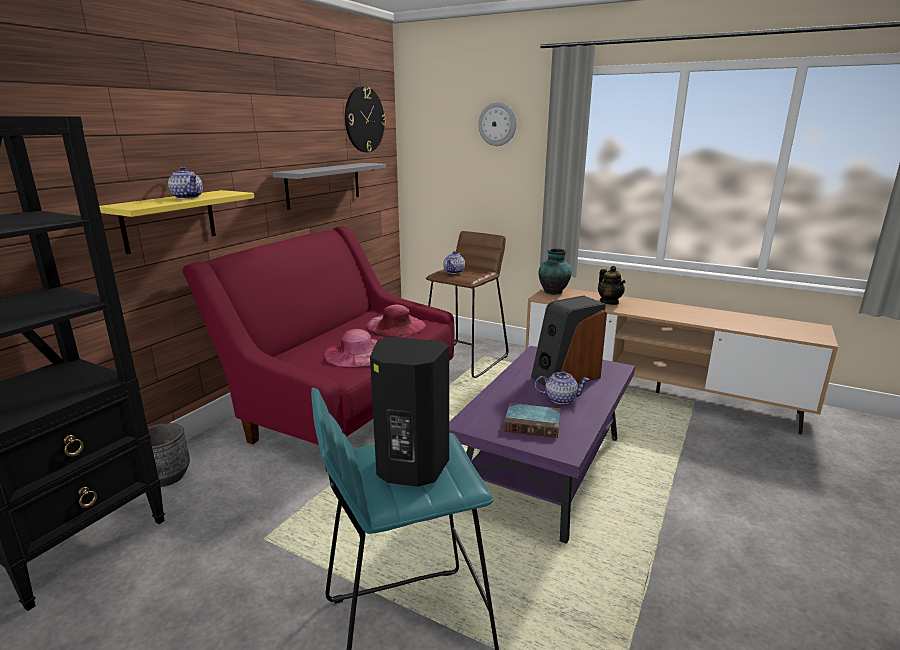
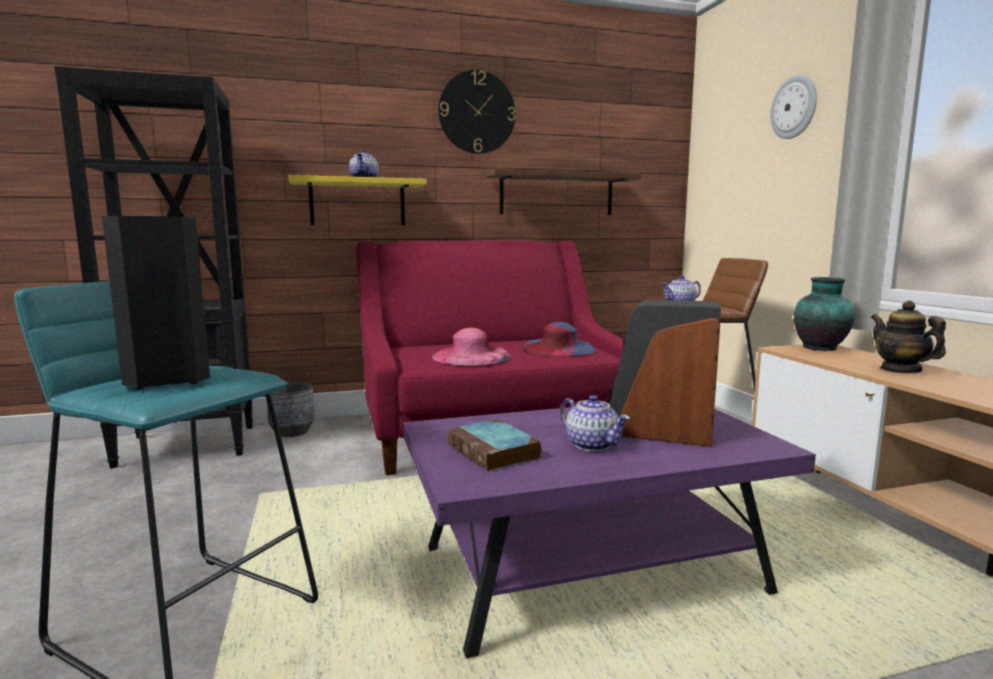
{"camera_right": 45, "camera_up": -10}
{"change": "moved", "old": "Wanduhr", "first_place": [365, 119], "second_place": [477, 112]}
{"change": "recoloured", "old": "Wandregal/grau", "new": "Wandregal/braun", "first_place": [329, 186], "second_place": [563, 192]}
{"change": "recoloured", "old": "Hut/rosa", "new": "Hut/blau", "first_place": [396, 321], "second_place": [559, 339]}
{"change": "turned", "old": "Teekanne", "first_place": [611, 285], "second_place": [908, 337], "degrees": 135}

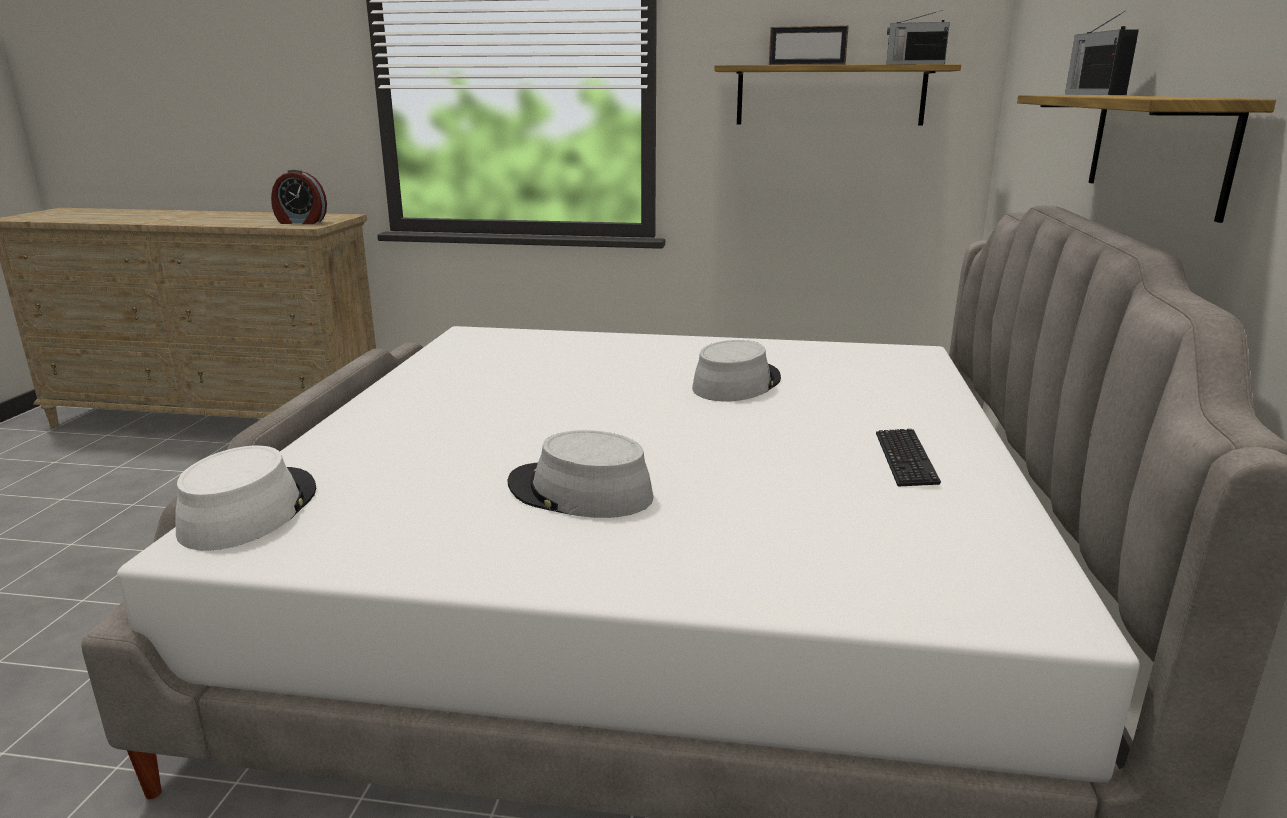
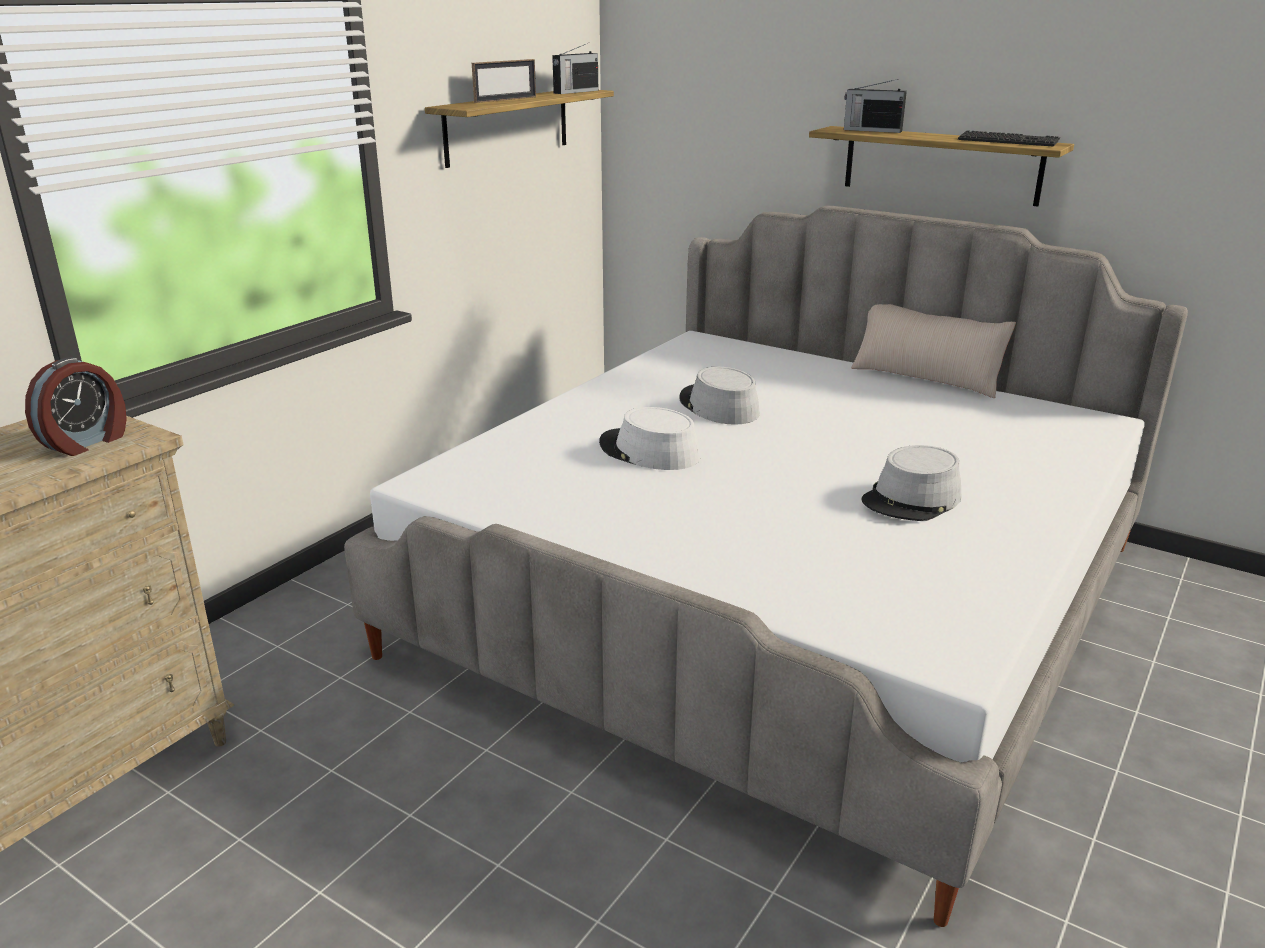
{"camera_right": -65, "camera_up": 5}
{"change": "added", "new": "Kissen/beige", "second_place": [933, 351]}
{"change": "moved", "old": "Hut/weiß", "first_place": [245, 498], "second_place": [649, 438]}
{"change": "moved", "old": "Tastatur", "first_place": [908, 458], "second_place": [1009, 138]}

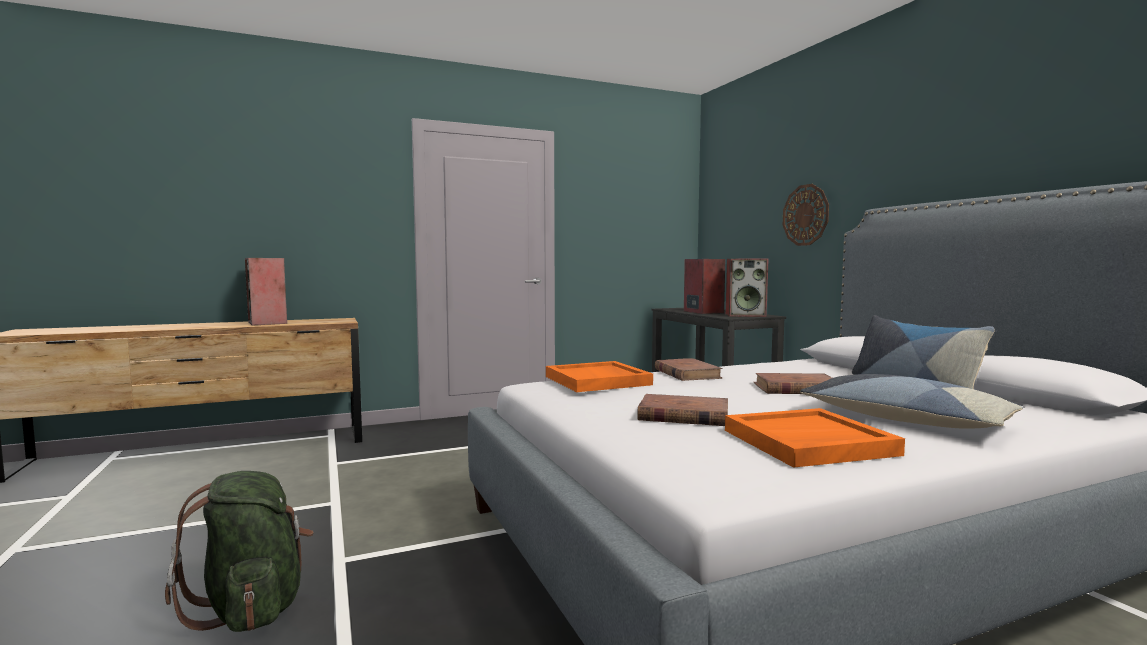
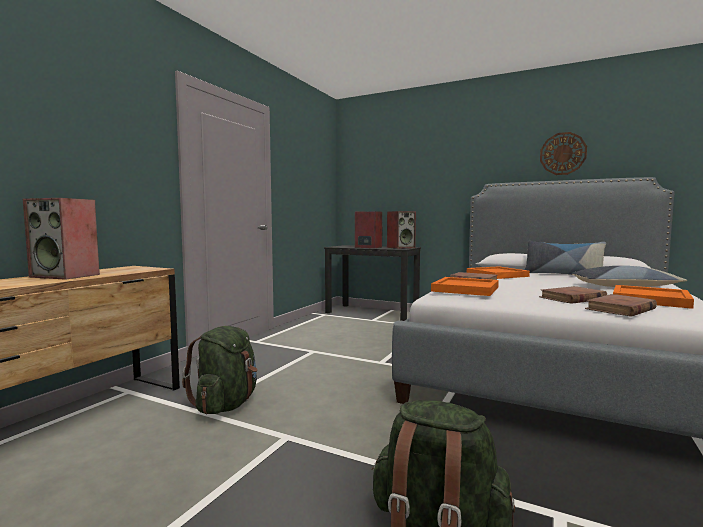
{"camera_right": -40, "camera_up": 0}
{"change": "added", "new": "Rucksack/grün", "second_place": [220, 370]}
{"change": "added", "new": "Tablett/orange", "second_place": [498, 272]}
{"change": "moved", "old": "Buch/braun", "first_place": [793, 383], "second_place": [621, 305]}
{"change": "moved", "old": "Wanduhr", "first_place": [806, 215], "second_place": [563, 153]}

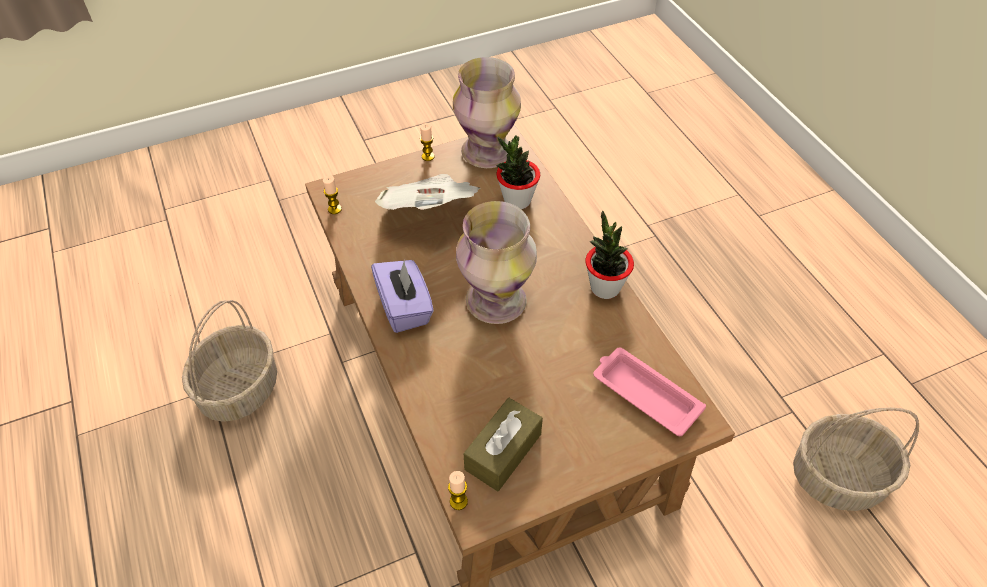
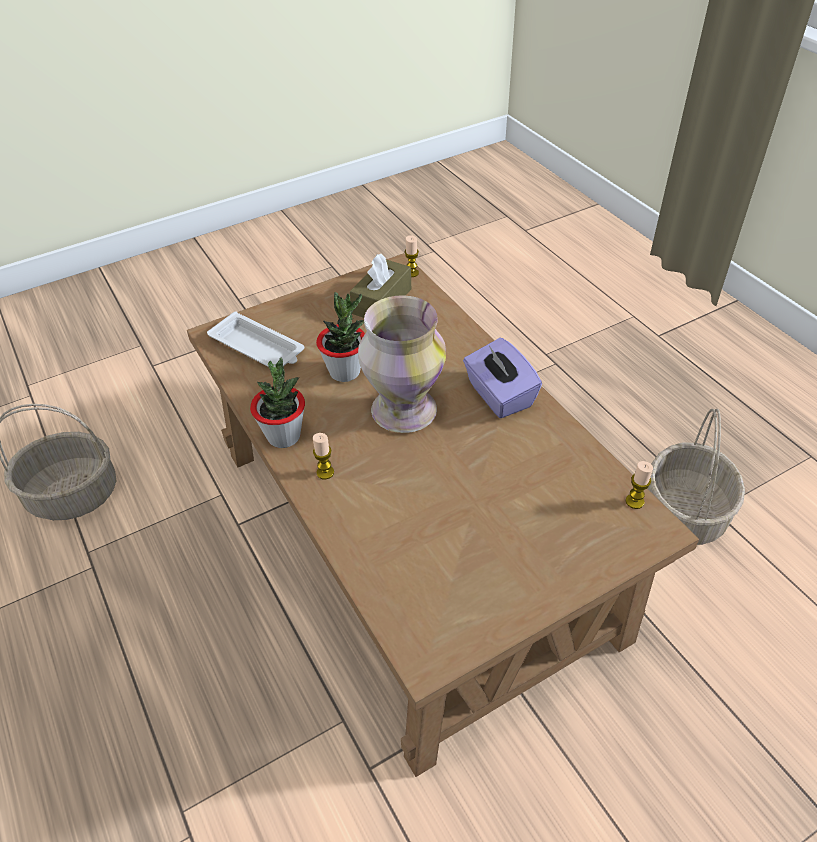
{"camera_right": 175, "camera_up": -5}
{"change": "removed", "old": "Zeitung", "first_place": [428, 192]}
{"change": "removed", "old": "Vase", "first_place": [487, 112]}
{"change": "moved", "old": "Kerze", "first_place": [427, 142], "second_place": [323, 456]}
{"change": "moved", "old": "Topfpflanze", "first_place": [518, 172], "second_place": [340, 337]}
{"change": "recoloured", "old": "Tablett/rosa", "new": "Tablett/weiß", "first_place": [649, 391], "second_place": [255, 339]}

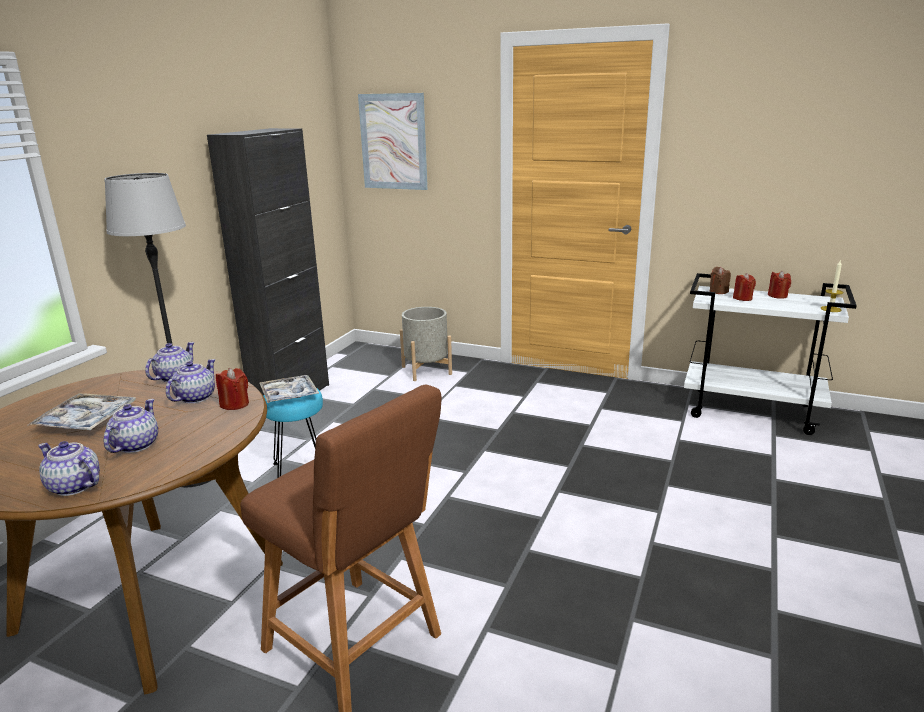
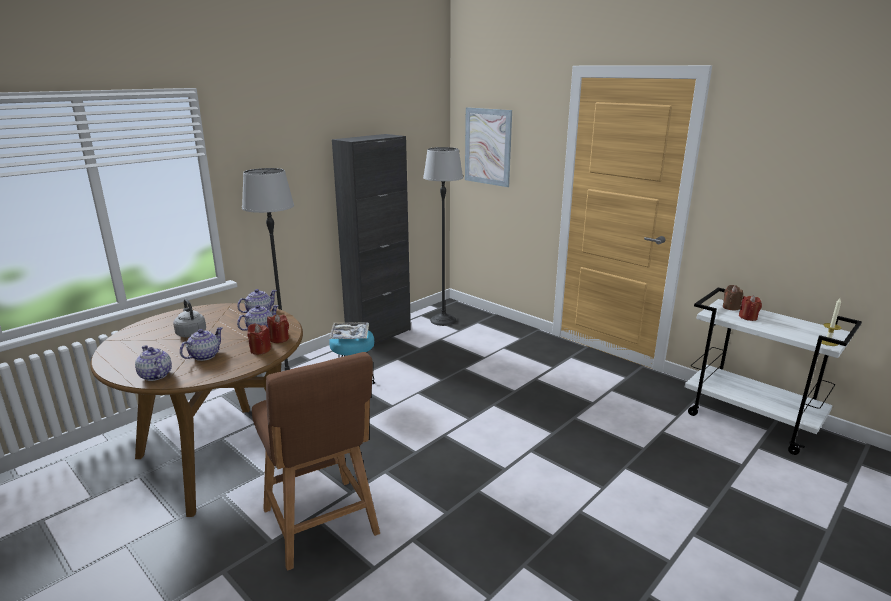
{"camera_right": 20, "camera_up": 0}
{"change": "removed", "old": "Pflanzkübel/grau", "first_place": [426, 344]}
{"change": "added", "new": "Stehlampe", "second_place": [443, 236]}
{"change": "moved", "old": "Kerze/rot", "first_place": [779, 285], "second_place": [259, 339]}
{"change": "replaced", "old": "Tablett", "new": "Wasserkessel/grau", "first_place": [81, 411], "second_place": [189, 318]}

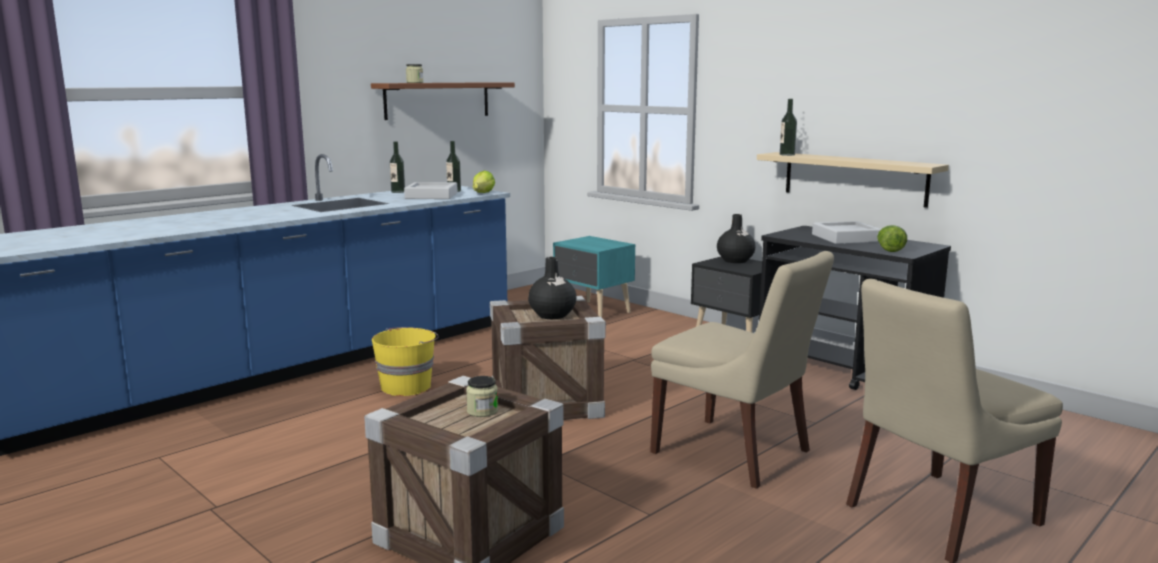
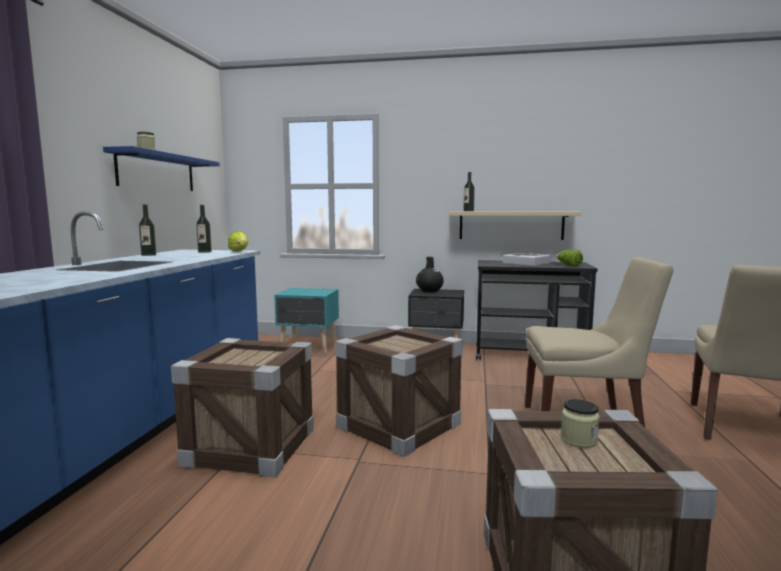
{"camera_right": -35, "camera_up": -5}
{"change": "removed", "old": "Tablett/grau", "first_place": [431, 190]}
{"change": "removed", "old": "Vase/schwarz", "first_place": [552, 288]}
{"change": "replaced", "old": "Eimer/gelb", "new": "Kiste", "first_place": [405, 361], "second_place": [242, 407]}
{"change": "recoloured", "old": "Wandregal/braun", "new": "Wandregal/blau", "first_place": [443, 101], "second_place": [161, 168]}

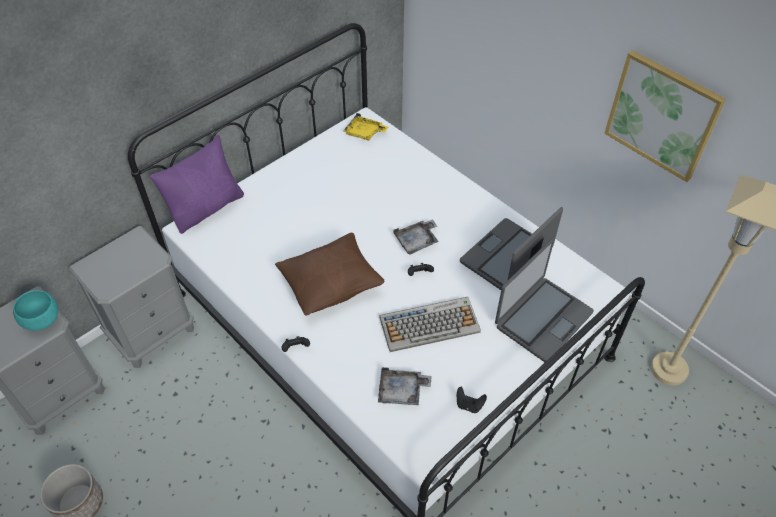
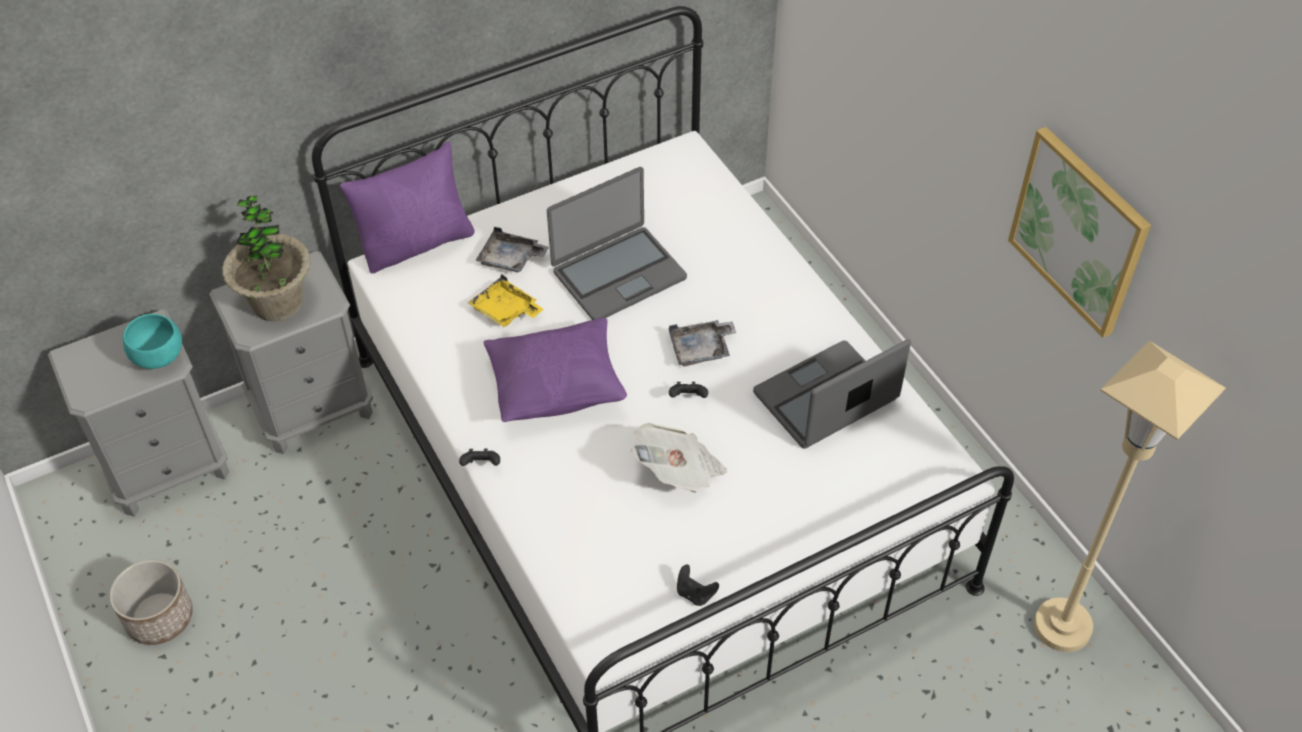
{"camera_right": 15, "camera_up": 0}
{"change": "added", "new": "Topfpflanze", "second_place": [266, 258]}
{"change": "moved", "old": "Tablett/gelb", "first_place": [365, 127], "second_place": [505, 300]}
{"change": "moved", "old": "Tablett/grau", "first_place": [405, 386], "second_place": [512, 250]}
{"change": "moved", "old": "Laptop", "first_place": [544, 300], "second_place": [617, 243]}
{"change": "replaced", "old": "Tastatur", "new": "Zeitung", "first_place": [430, 324], "second_place": [679, 458]}
{"change": "recoloured", "old": "Kissen/braun", "new": "Kissen/lila", "first_place": [329, 274], "second_place": [555, 370]}

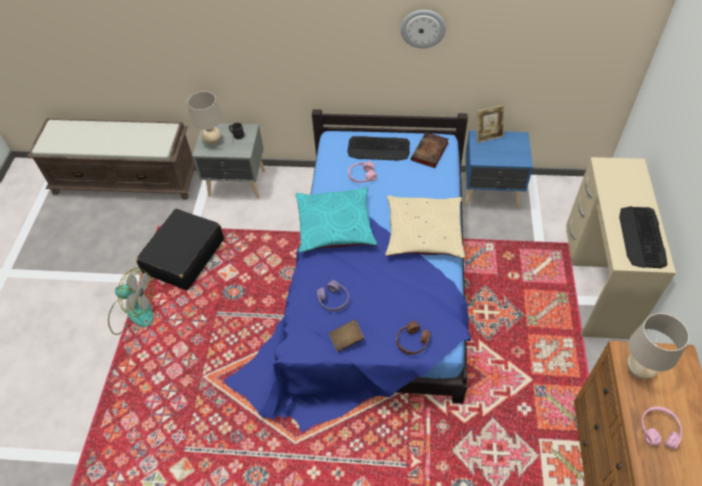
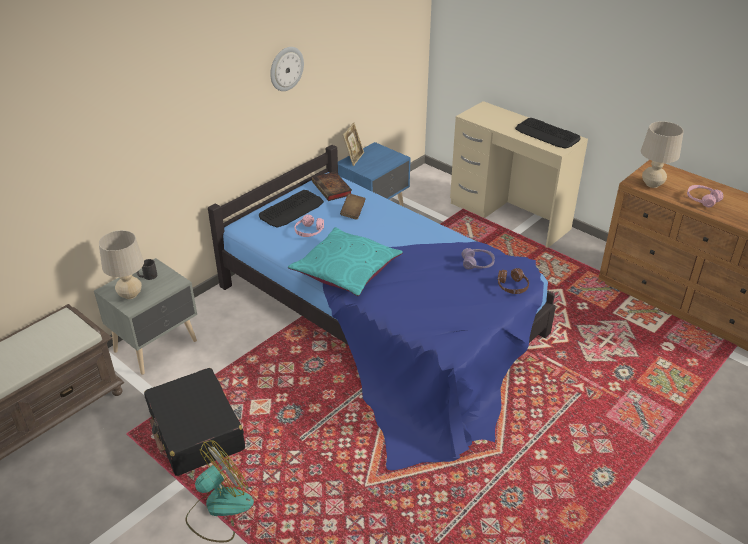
{"camera_right": -55, "camera_up": -15}
{"change": "removed", "old": "Kissen/beige", "first_place": [425, 227]}
{"change": "moved", "old": "Kopfhörer/lila", "first_place": [333, 295], "second_place": [478, 258]}
{"change": "moved", "old": "Buch/braun", "first_place": [346, 335], "second_place": [353, 206]}

